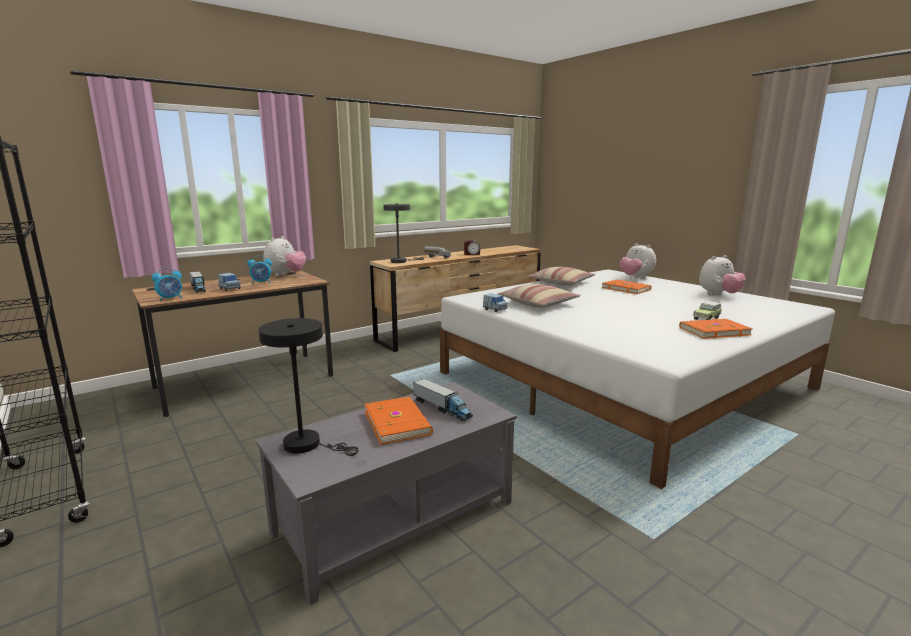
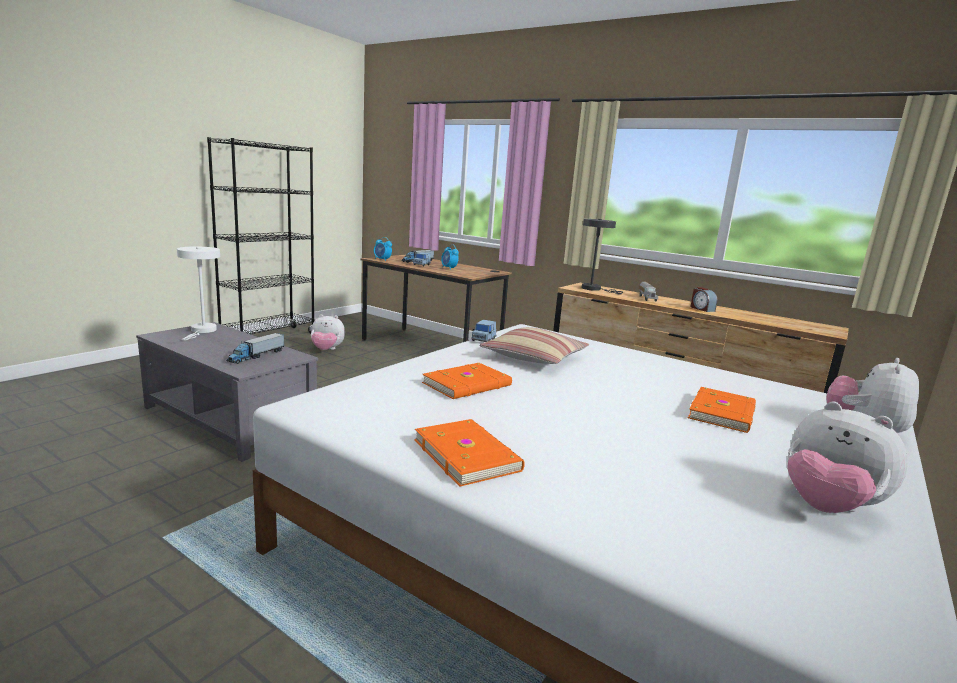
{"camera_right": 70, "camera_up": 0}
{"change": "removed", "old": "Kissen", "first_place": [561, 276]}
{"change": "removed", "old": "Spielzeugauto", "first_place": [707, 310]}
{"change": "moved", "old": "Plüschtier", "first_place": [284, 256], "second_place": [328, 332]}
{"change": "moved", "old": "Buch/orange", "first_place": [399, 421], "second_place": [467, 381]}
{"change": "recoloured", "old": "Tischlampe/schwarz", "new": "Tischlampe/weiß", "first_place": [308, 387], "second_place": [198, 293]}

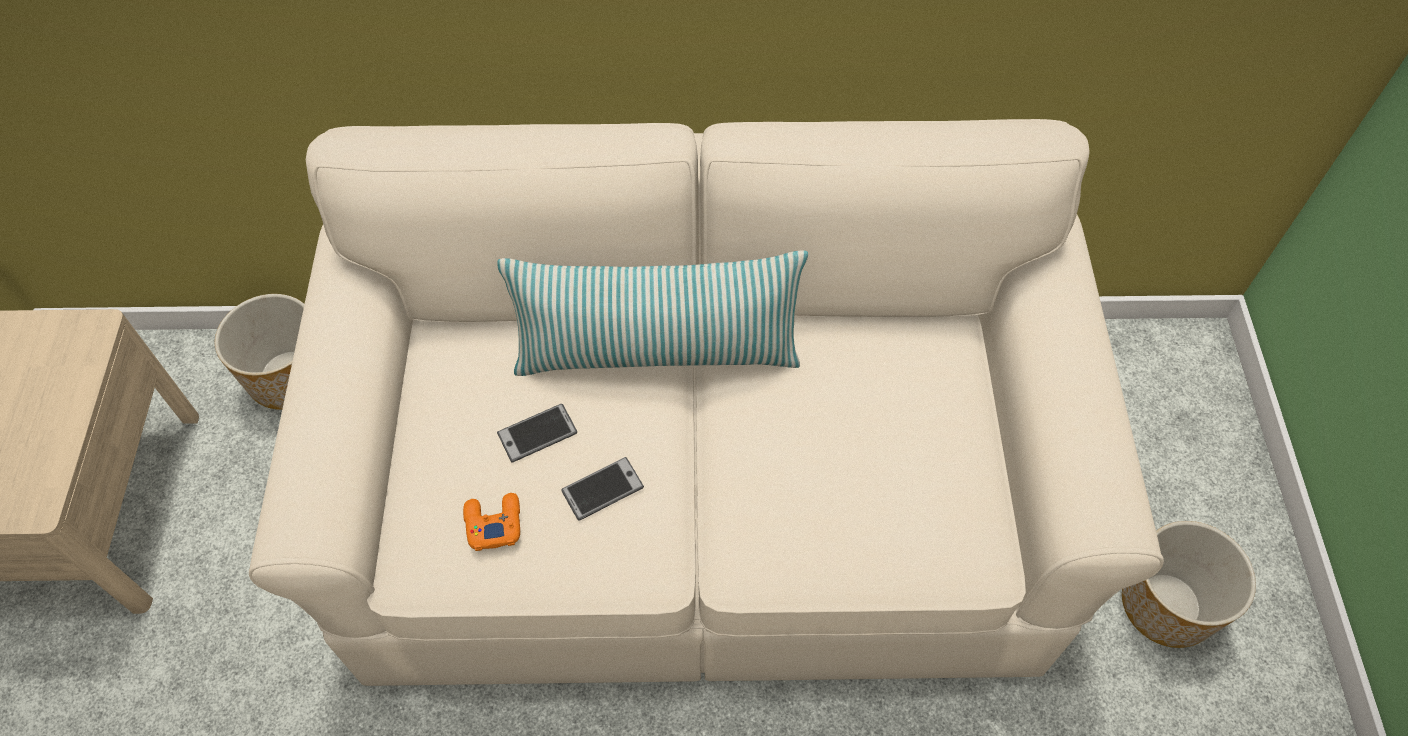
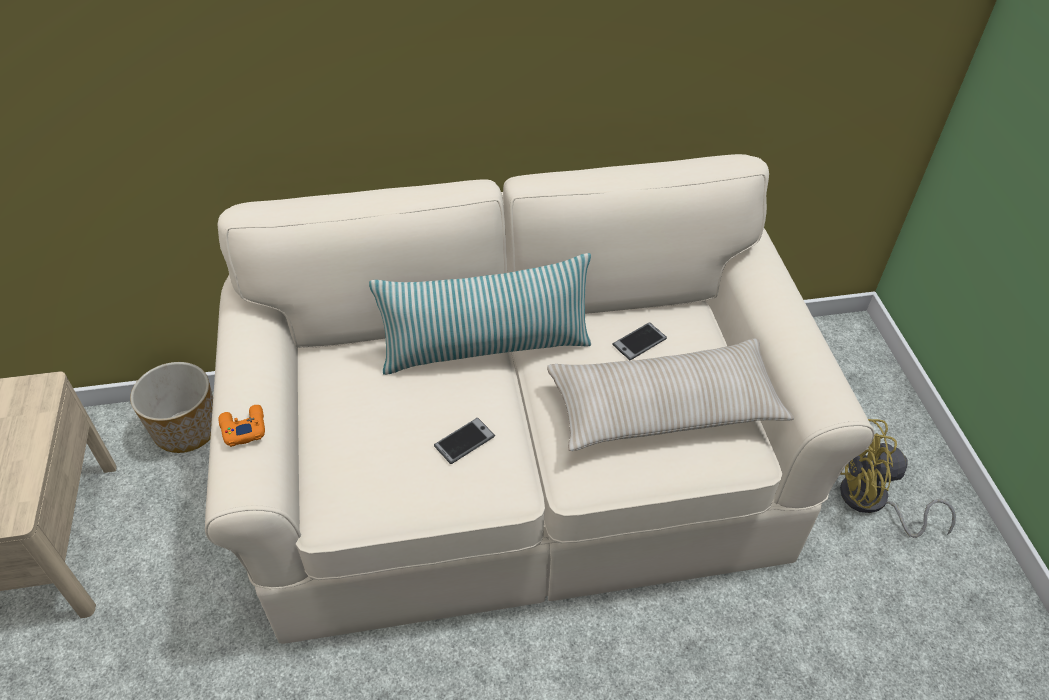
{"camera_right": -10, "camera_up": -10}
{"change": "added", "new": "Kissen/beige", "second_place": [670, 394]}
{"change": "moved", "old": "Gamepad/orange", "first_place": [491, 522], "second_place": [242, 426]}
{"change": "moved", "old": "Handy", "first_place": [537, 433], "second_place": [639, 341]}
{"change": "replaced", "old": "Pflanzkübel", "new": "Ventilator/gelb", "first_place": [1189, 584], "second_place": [898, 478]}

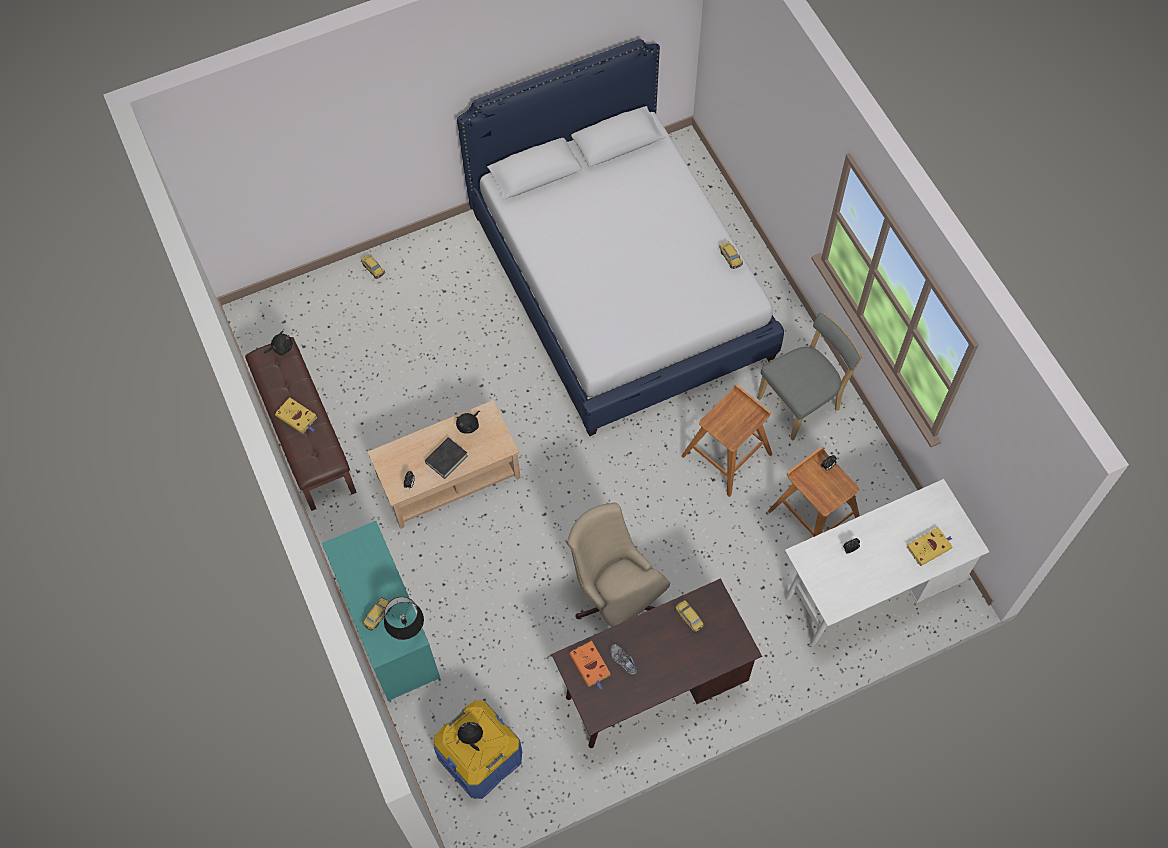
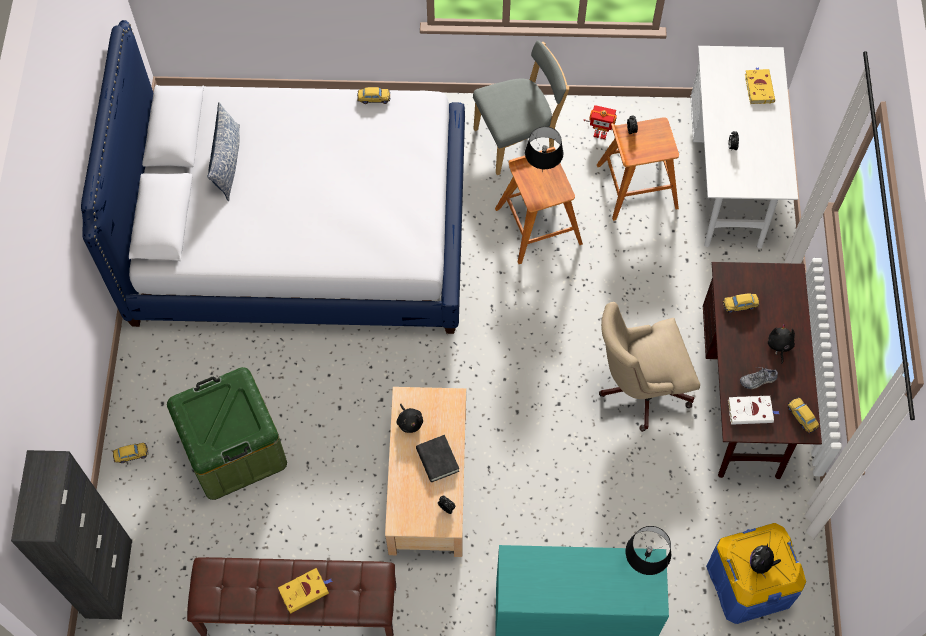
{"camera_right": -65, "camera_up": 0}
{"change": "added", "new": "Schrank/schwarz", "second_place": [71, 534]}
{"change": "added", "new": "Aufbewahrungsbox/grün", "second_place": [227, 433]}
{"change": "added", "new": "Kissen", "second_place": [224, 151]}
{"change": "added", "new": "Tischlampe/schwarz", "second_place": [544, 149]}
{"change": "added", "new": "Spielzeugroboter", "second_place": [600, 122]}
{"change": "moved", "old": "Plüschtier/schwarz", "first_place": [278, 343], "second_place": [781, 344]}
{"change": "moved", "old": "Spielzeugauto", "first_place": [377, 614], "second_place": [803, 415]}
{"change": "recoloured", "old": "Buch/orange", "new": "Buch/weiß", "first_place": [590, 665], "second_place": [753, 410]}
{"change": "turned", "old": "Stuhl/grau", "first_place": [809, 377], "second_place": [521, 107], "degrees": 75}

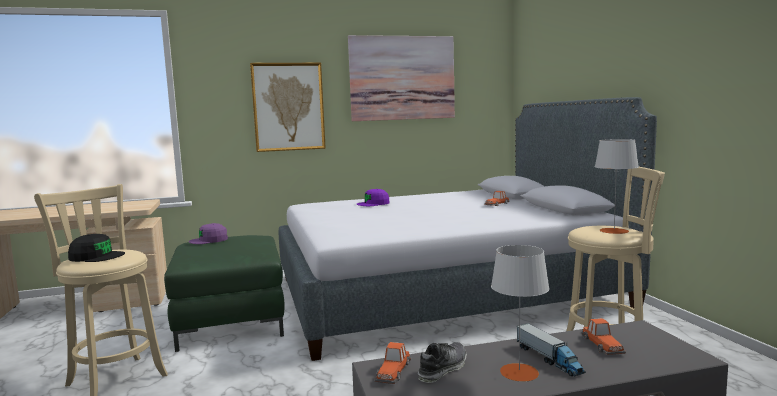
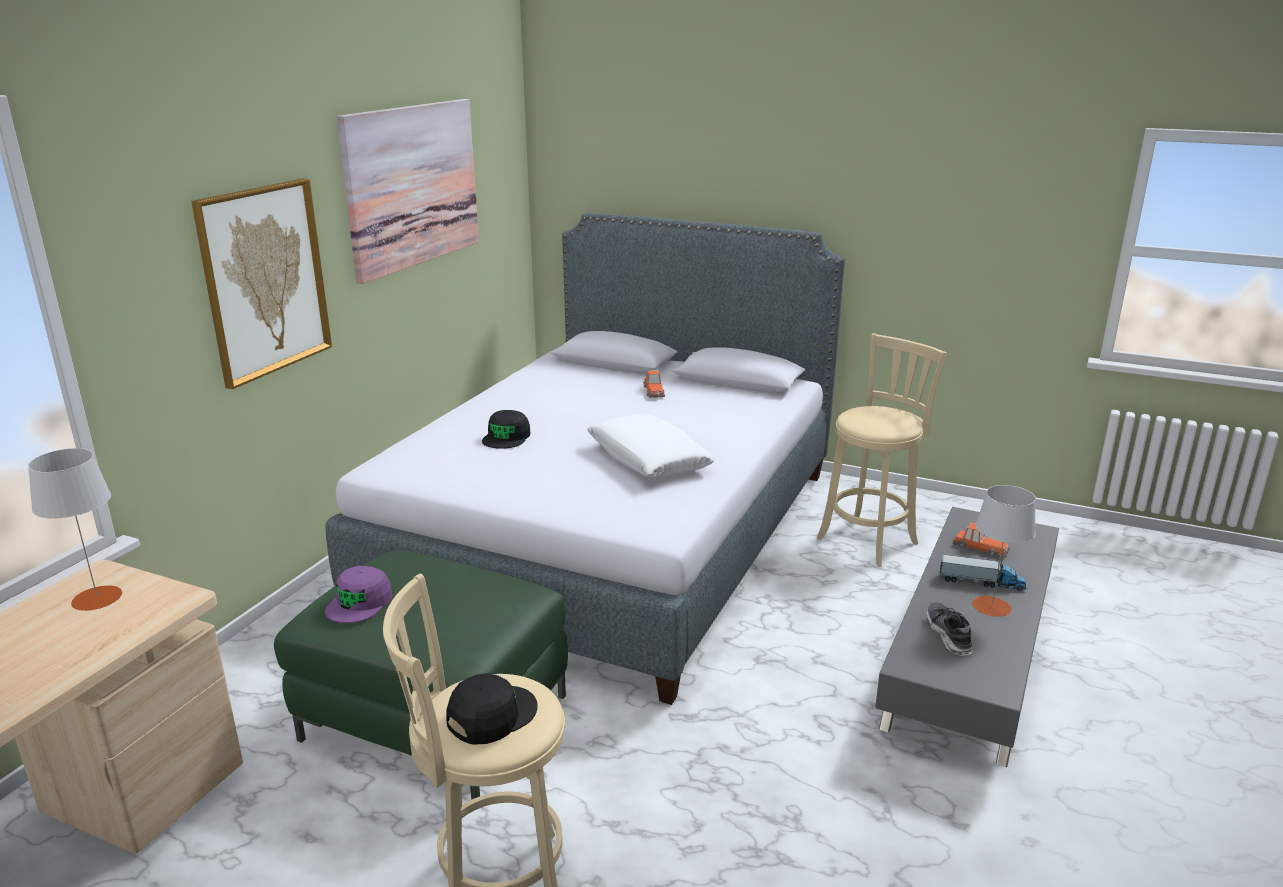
{"camera_right": -50, "camera_up": 15}
{"change": "removed", "old": "Spielzeugauto", "first_place": [392, 363]}
{"change": "added", "new": "Kissen/weiß", "second_place": [651, 446]}
{"change": "moved", "old": "Tischlampe/grau", "first_place": [617, 186], "second_place": [75, 529]}
{"change": "recoloured", "old": "Kappe/lila", "new": "Kappe/schwarz", "first_place": [373, 197], "second_place": [506, 429]}

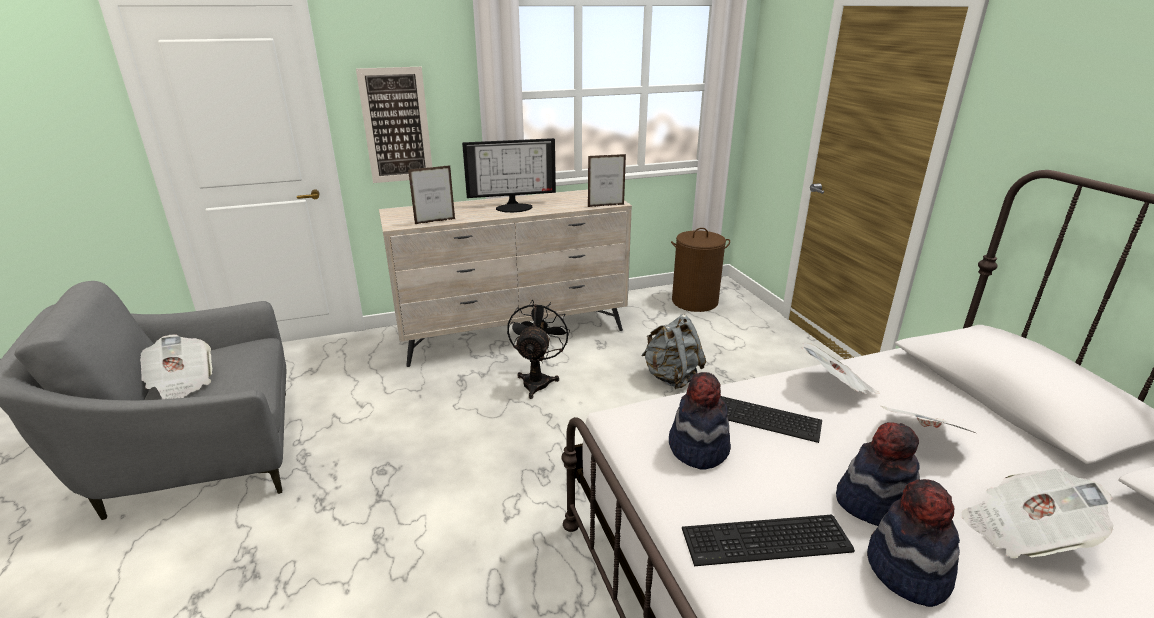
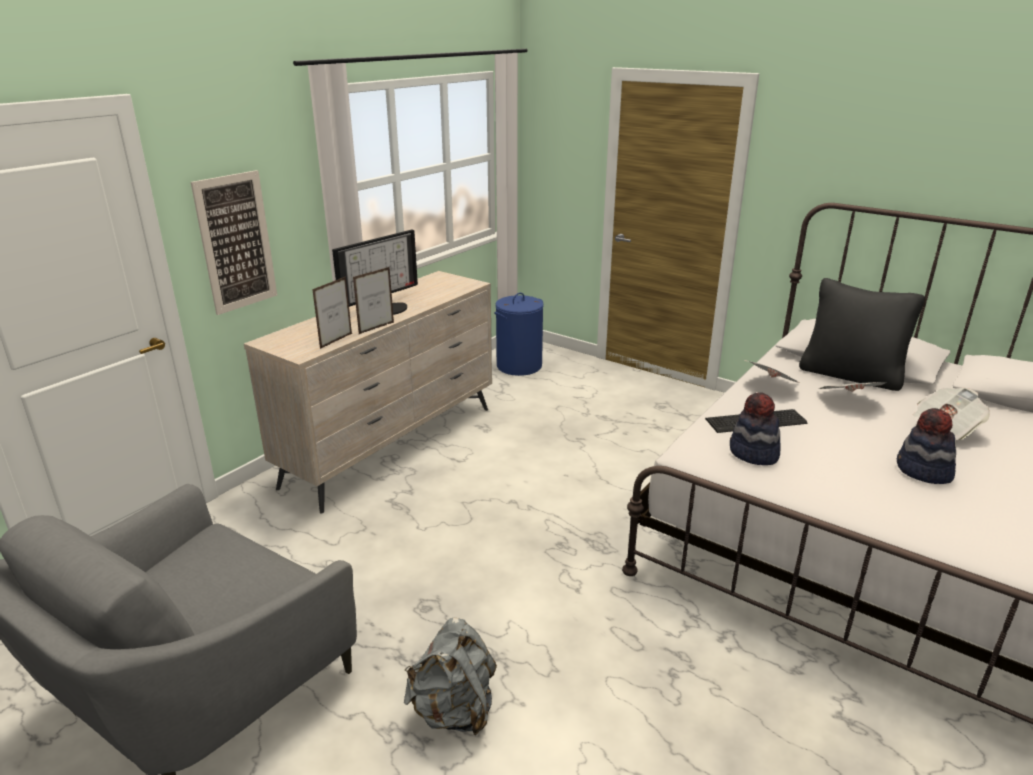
{"camera_right": -35, "camera_up": 0}
{"change": "removed", "old": "Zeitung", "first_place": [176, 366]}
{"change": "removed", "old": "Ventilator/schwarz", "first_place": [538, 349]}
{"change": "removed", "old": "Tastatur", "first_place": [768, 540]}
{"change": "removed", "old": "Hut", "first_place": [878, 474]}
{"change": "added", "new": "Kissen/schwarz", "second_place": [862, 334]}
{"change": "moved", "old": "Bilderrahmen", "first_place": [607, 180], "second_place": [373, 300]}
{"change": "moved", "old": "Rucksack/grau", "first_place": [673, 351], "second_place": [450, 676]}
{"change": "recoloured", "old": "Wäschekorb/braun", "new": "Wäschekorb/blau", "first_place": [700, 270], "second_place": [519, 334]}

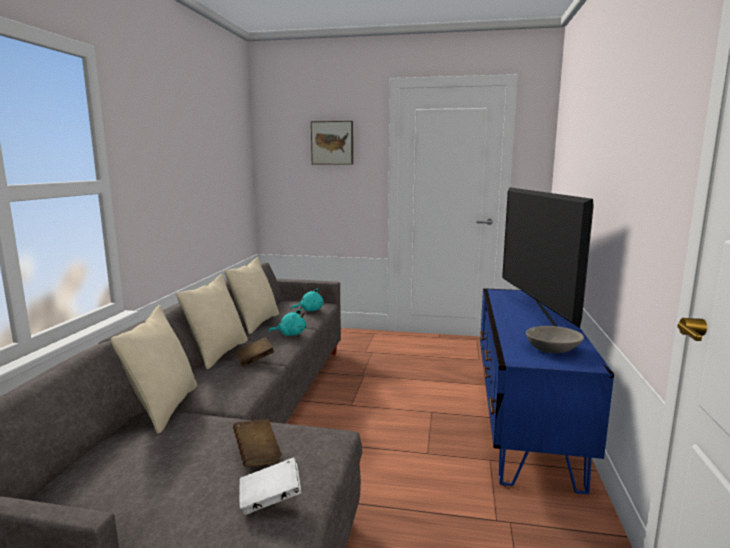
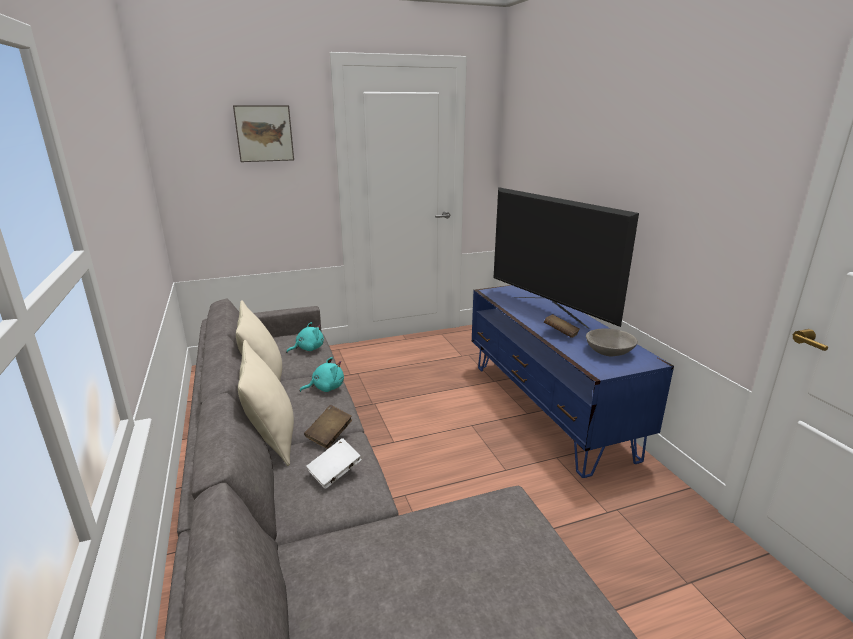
{"camera_right": -30, "camera_up": 10}
{"change": "removed", "old": "Kissen/beige", "first_place": [154, 369]}
{"change": "moved", "old": "Buch/braun", "first_place": [257, 443], "second_place": [562, 326]}
{"change": "moved", "old": "Buch/weiß", "first_place": [270, 486], "second_place": [334, 463]}

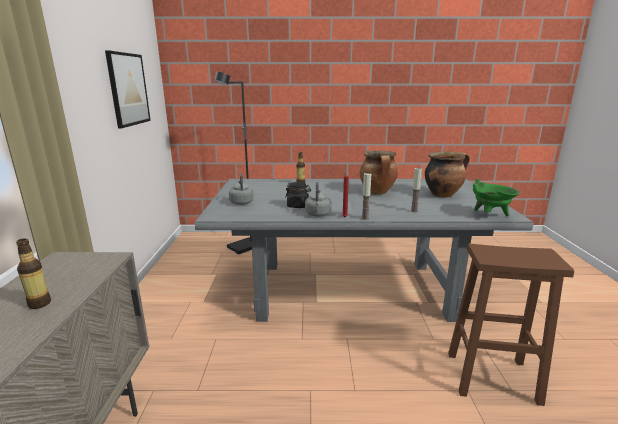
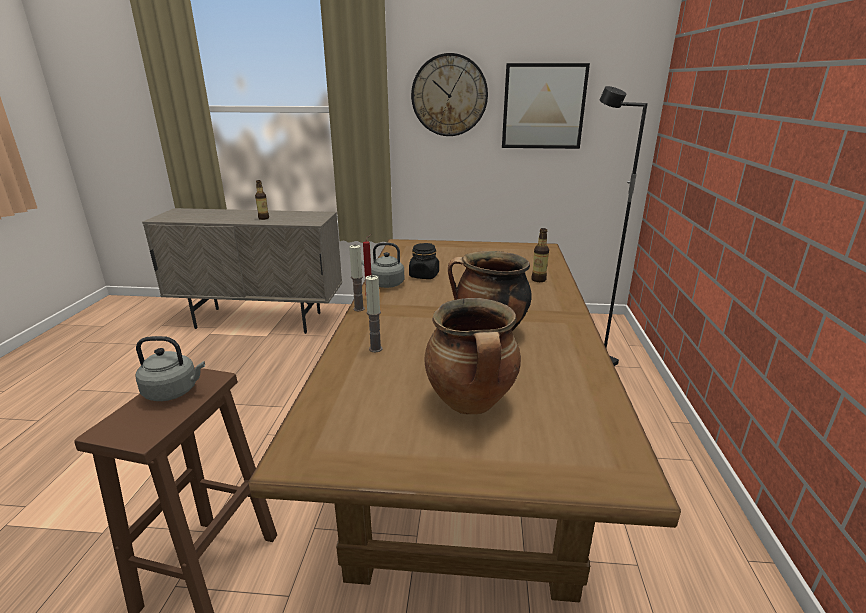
{"camera_right": 95, "camera_up": 5}
{"change": "removed", "old": "Kochtopf/grün", "first_place": [496, 197]}
{"change": "added", "new": "Wanduhr", "second_place": [449, 94]}
{"change": "moved", "old": "Wasserkessel/grau", "first_place": [241, 189], "second_place": [170, 368]}
{"change": "recoloured", "old": "Esstisch/grau", "new": "Esstisch/braun", "first_place": [364, 250], "second_place": [464, 420]}

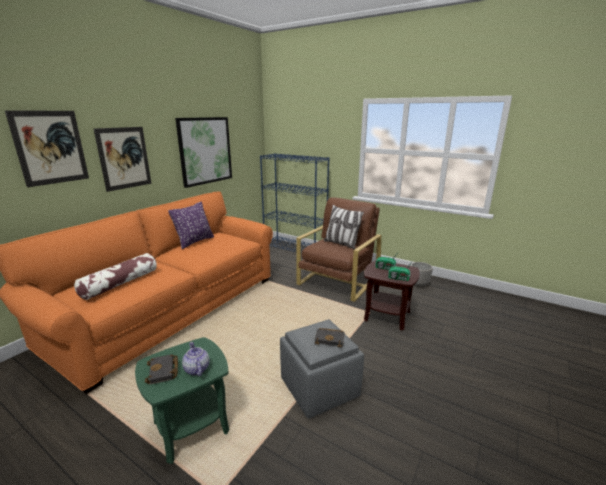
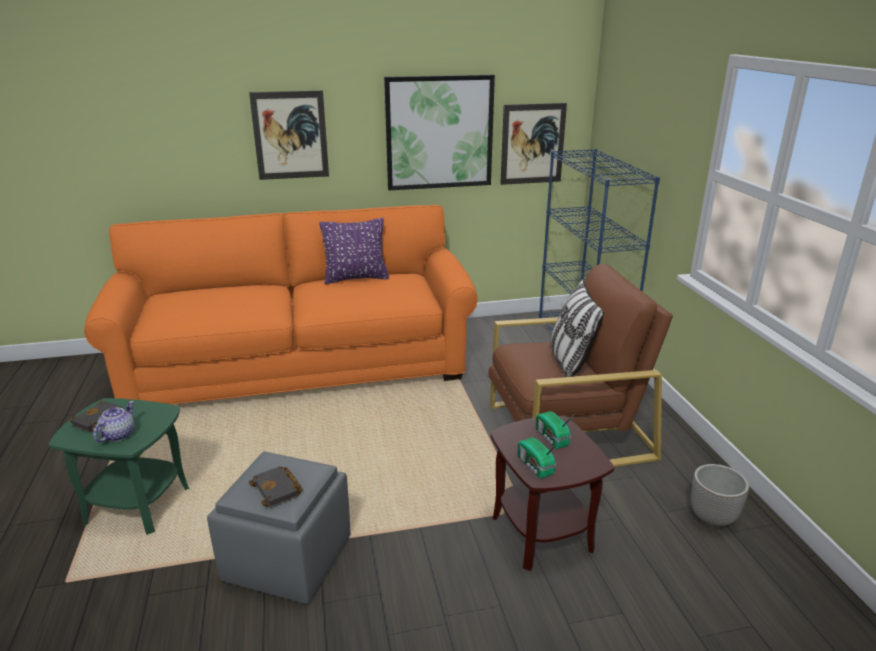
{"camera_right": 45, "camera_up": 5}
{"change": "removed", "old": "Kissen", "first_place": [115, 276]}
{"change": "moved", "old": "Bild", "first_place": [47, 148], "second_place": [533, 144]}

